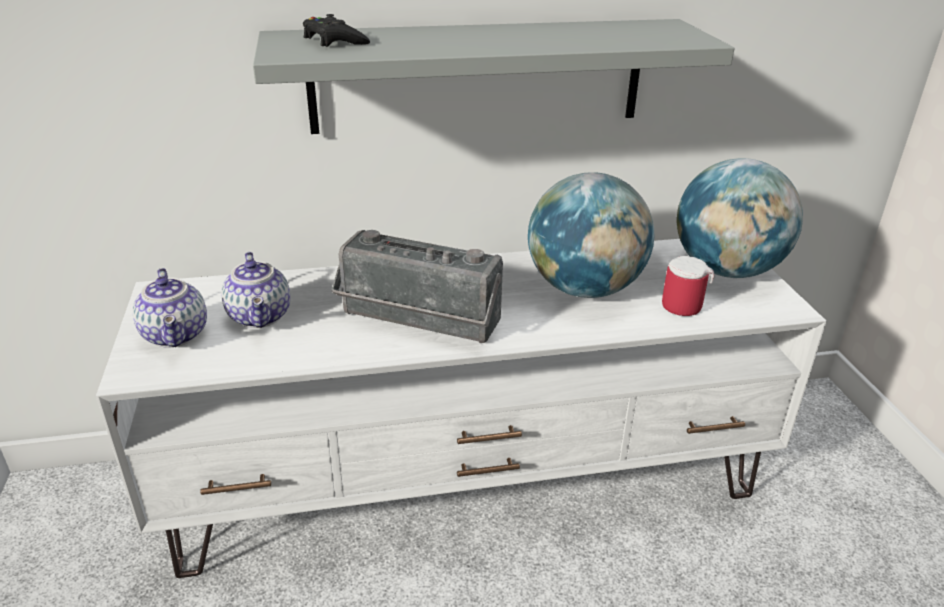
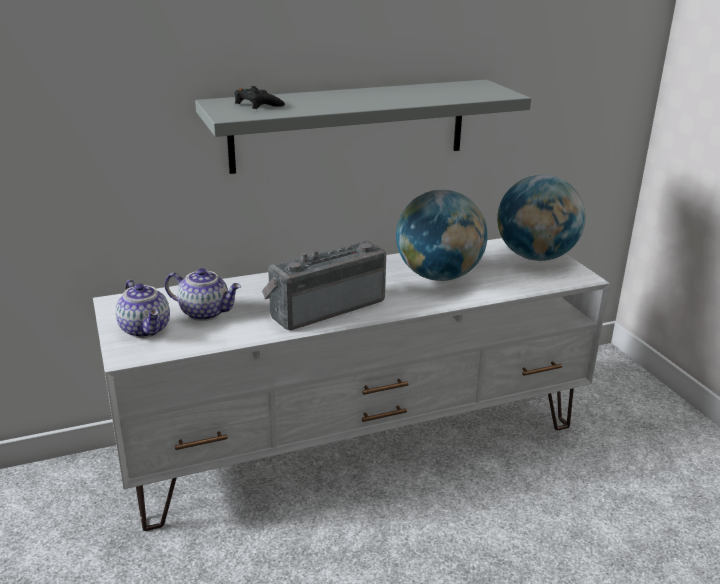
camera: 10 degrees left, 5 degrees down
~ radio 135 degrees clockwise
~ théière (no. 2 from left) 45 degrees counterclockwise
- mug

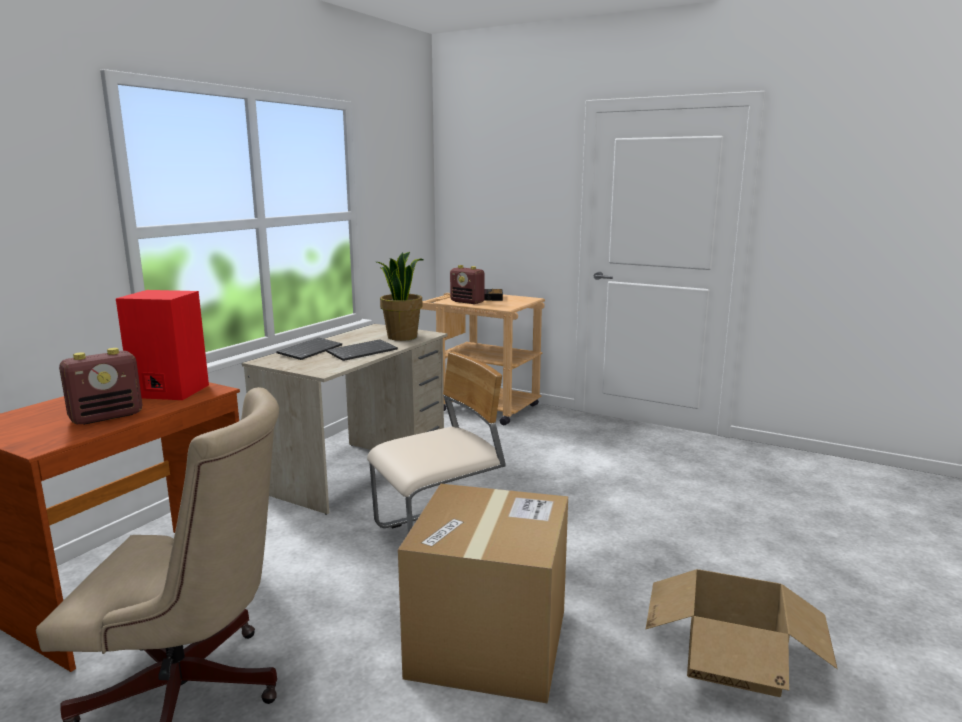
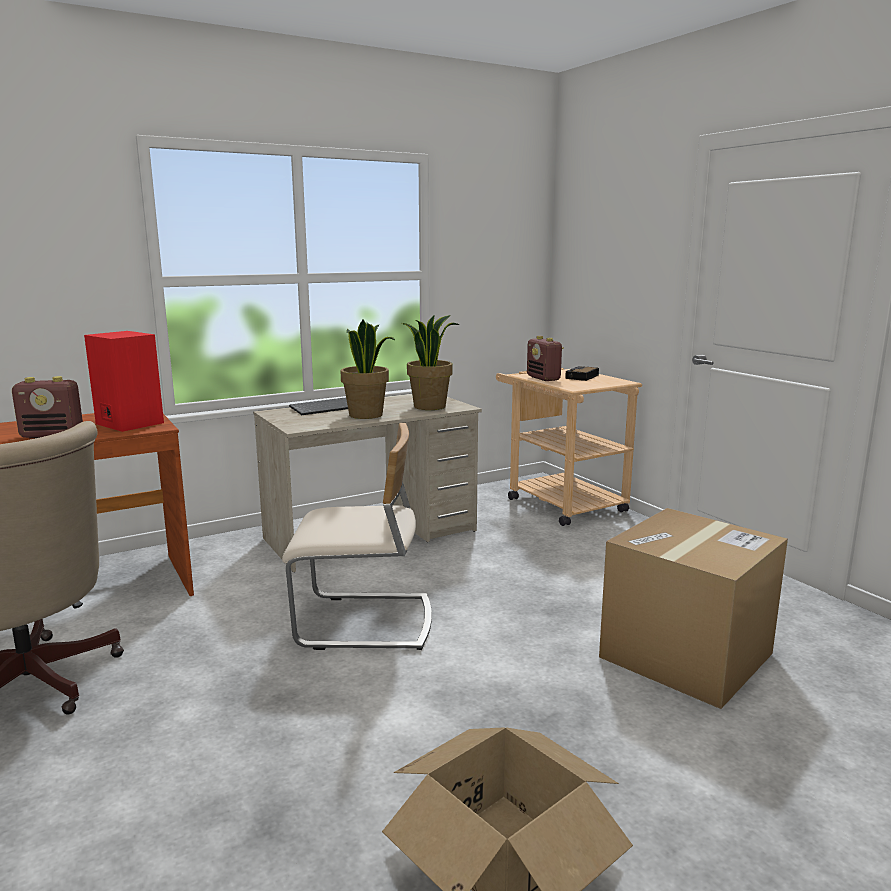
camera: 30 degrees right, 0 degrees up
~ clavier (no. 2 from left) to plante en pot (no. 1 from left)
~ carton (no. 1 from left in the first image) to carton (no. 2 from left)

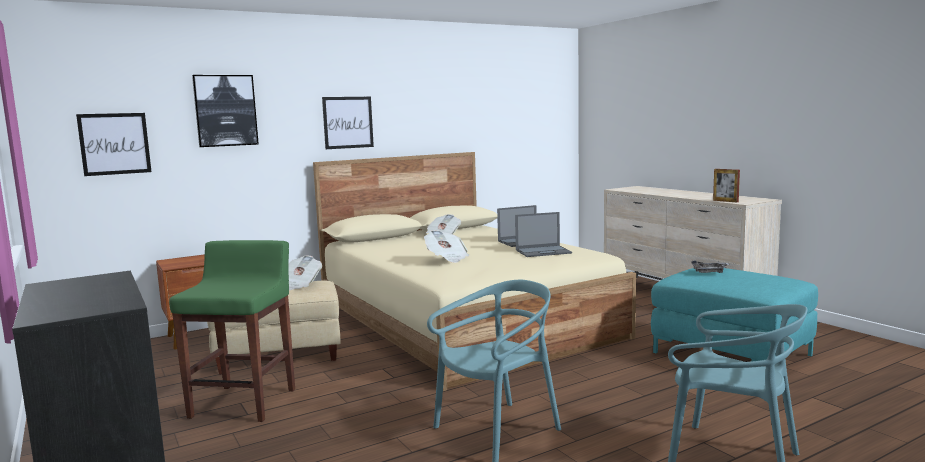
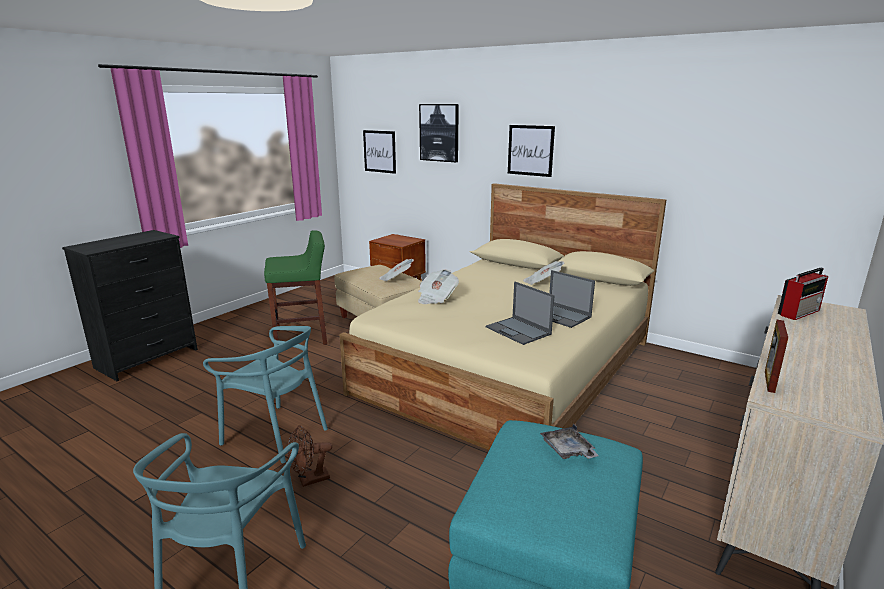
camera: 65 degrees right, 10 degrees up
+ radio
+ ventilateur [marron]

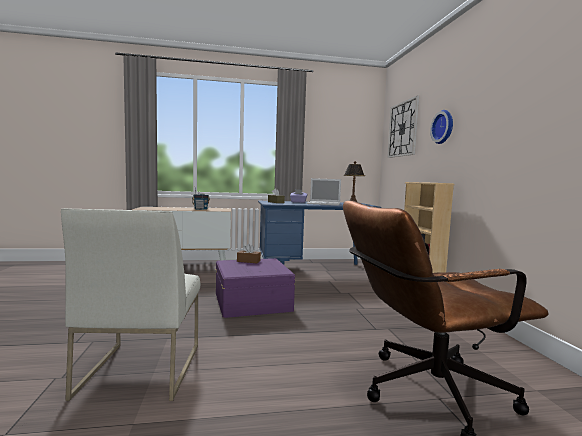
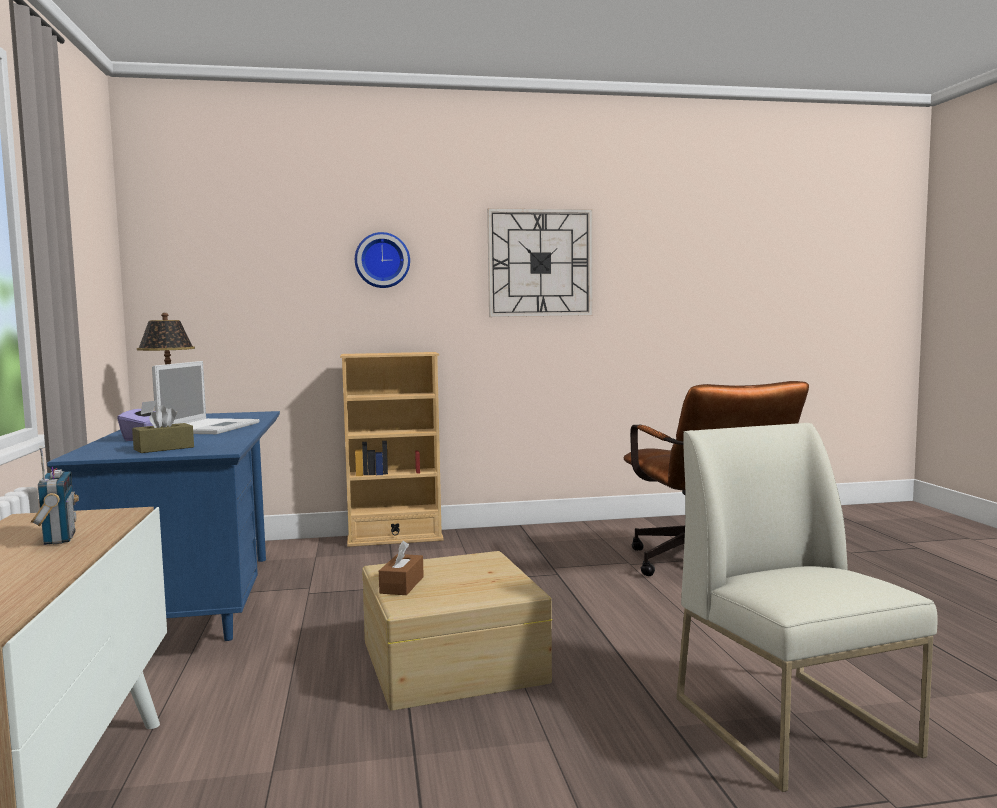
camera: 90 degrees left, 0 degrees up
~ horloge murale (no. 1 from left in the first image) to horloge murale (no. 2 from left)
~ chaise [blanc] 105 degrees counterclockwise
~ boîte de rangement [violet] to boîte de rangement [beige]

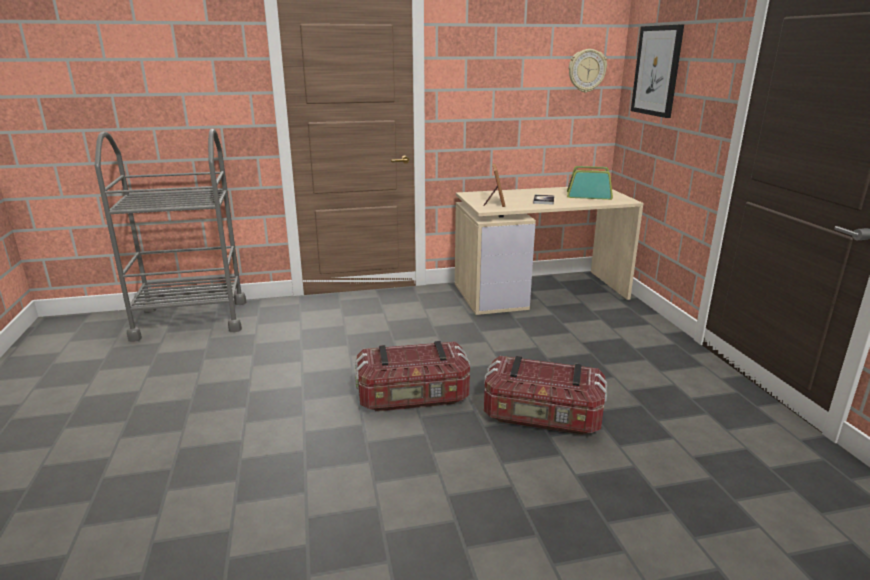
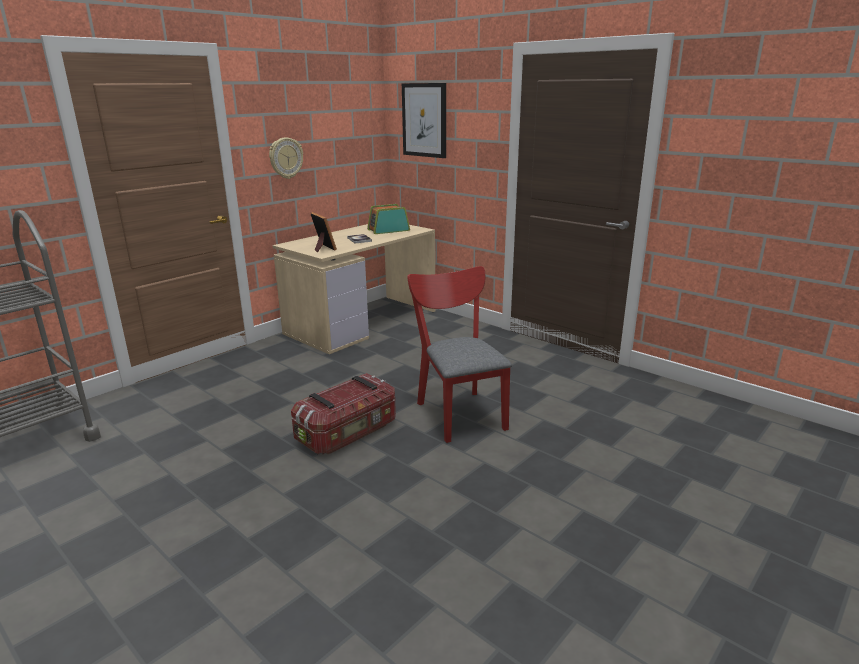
camera: 35 degrees left, 0 degrees up
~ horloge murale
~ boîte de rangement (no. 2 from left) to chaise [rouge]

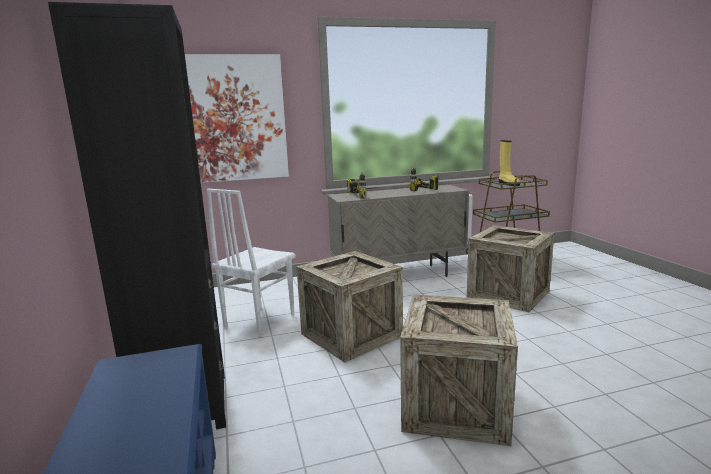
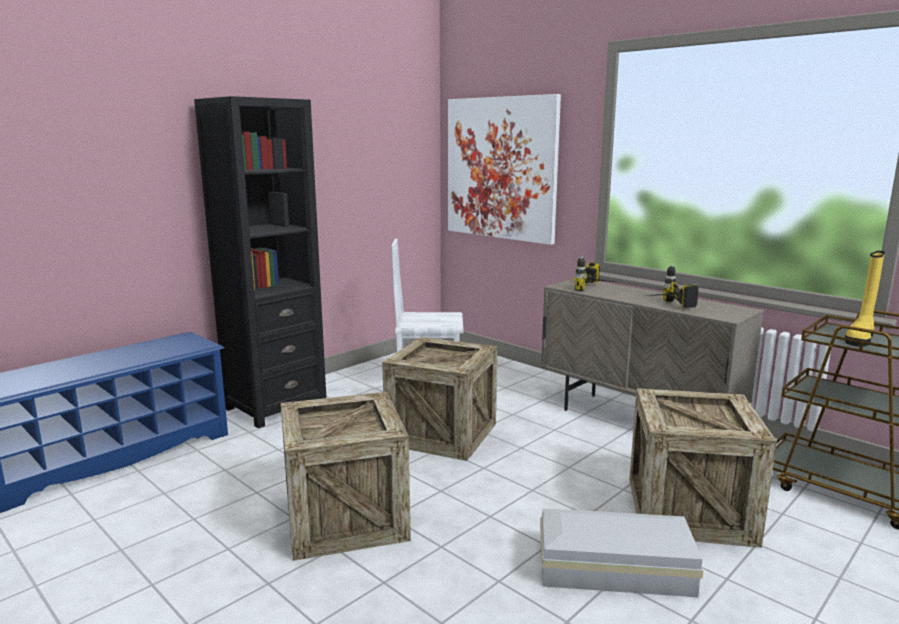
camera: 60 degrees right, 0 degrees up
+ boîte de rangement [blanc]

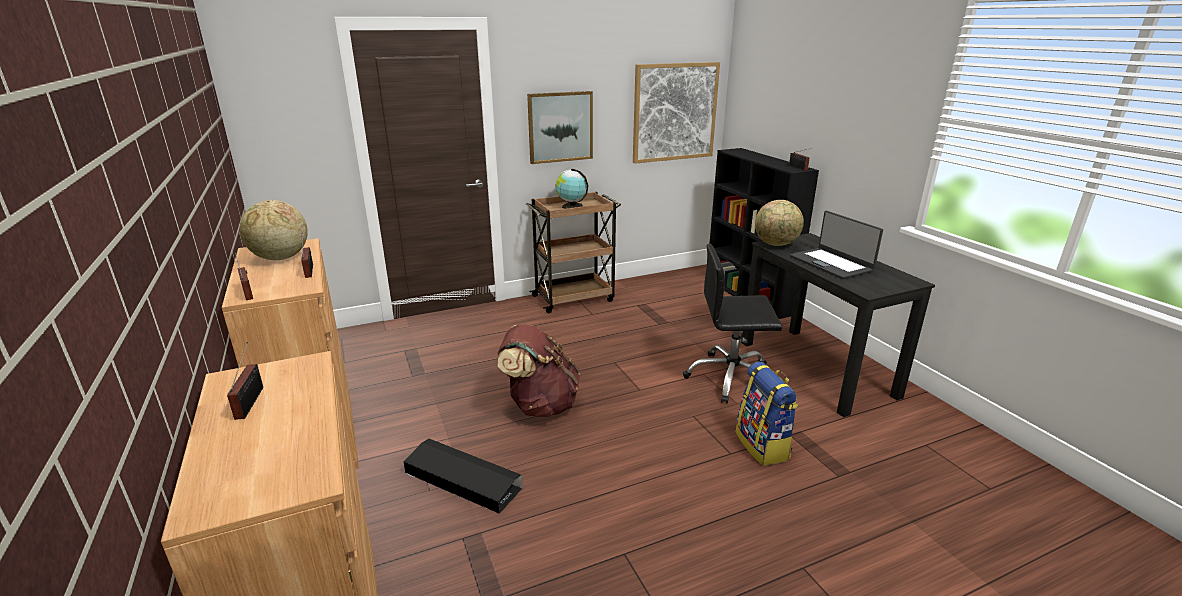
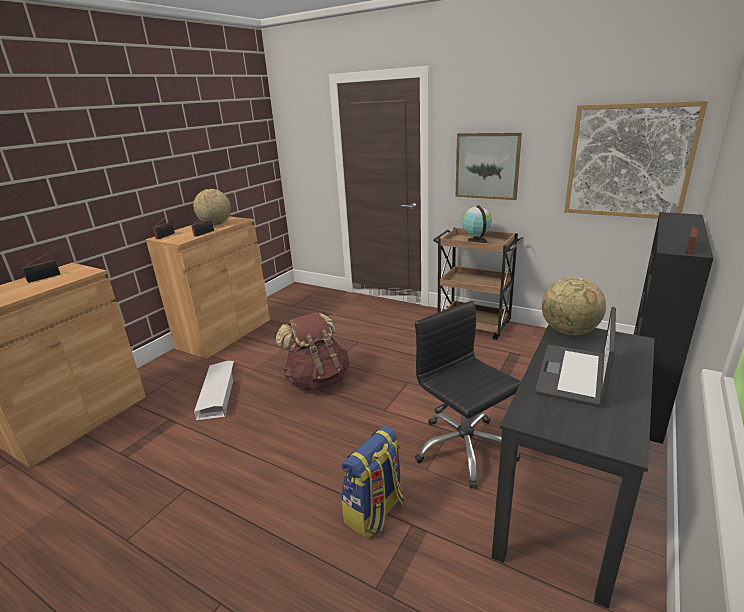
camera: 55 degrees right, 0 degrees up
~ boîte de rangement [noir] to boîte de rangement [blanc]

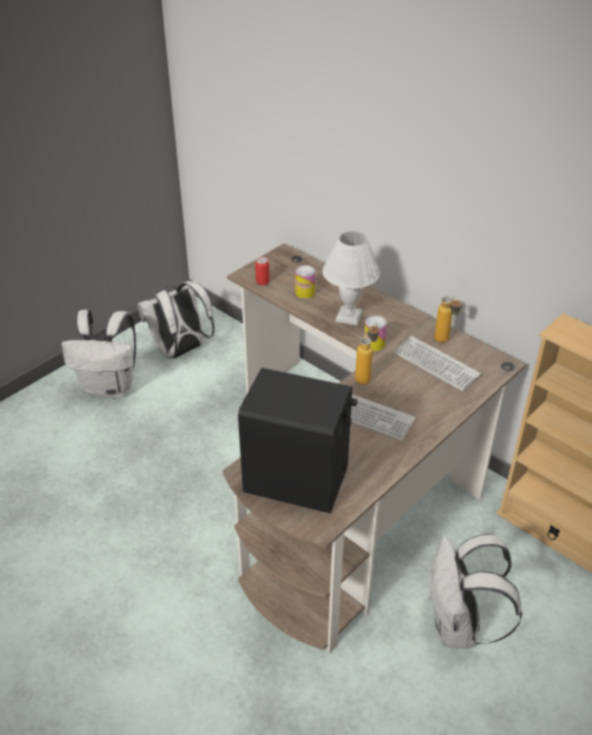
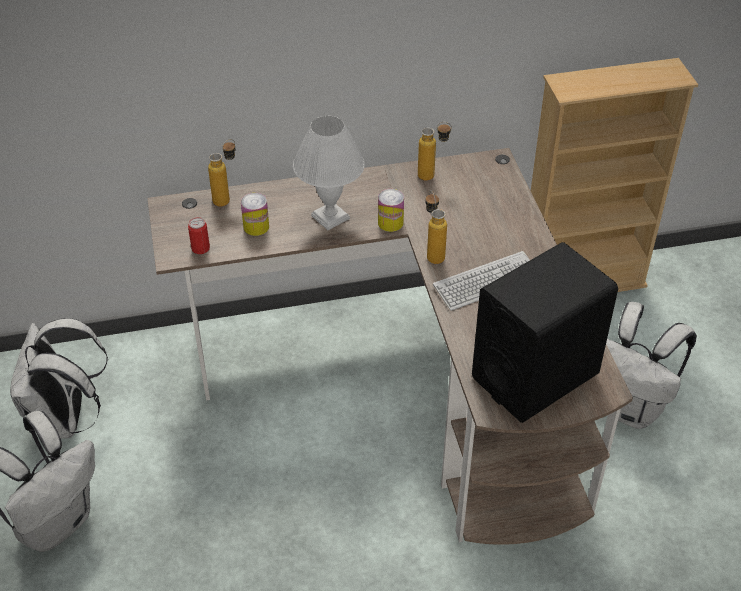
camera: 55 degrees left, 5 degrees up
- clavier (no. 2 from left)
+ bouteille (no. 1 from left)

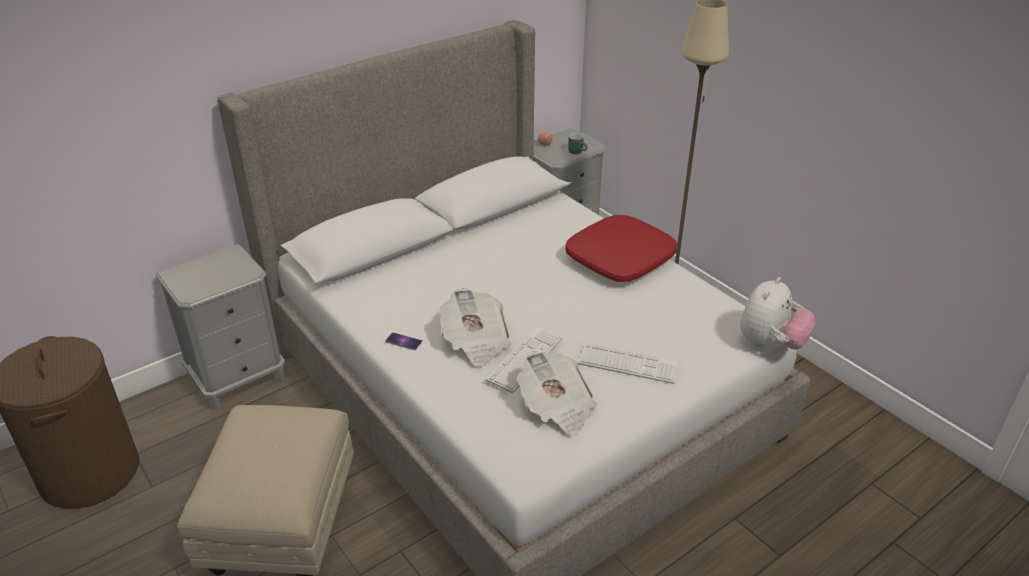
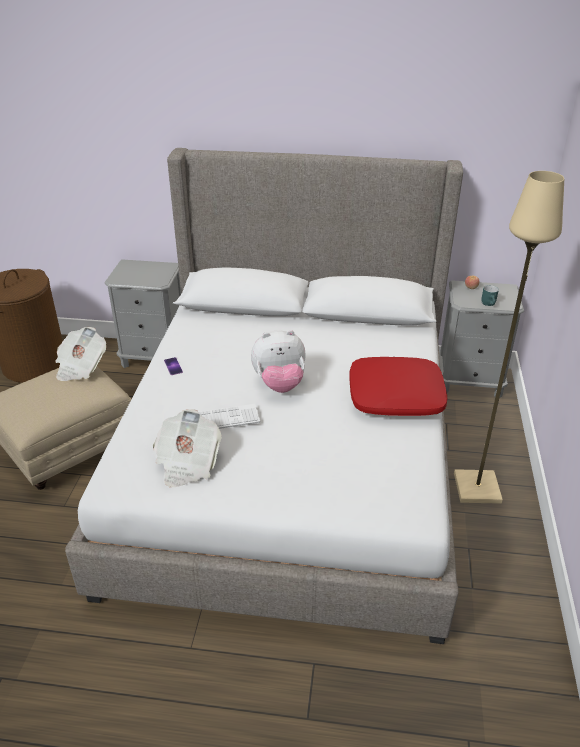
camera: 45 degrees right, 0 degrees up
~ peluche
~ journal (no. 1 from left)
- clavier (no. 2 from left)

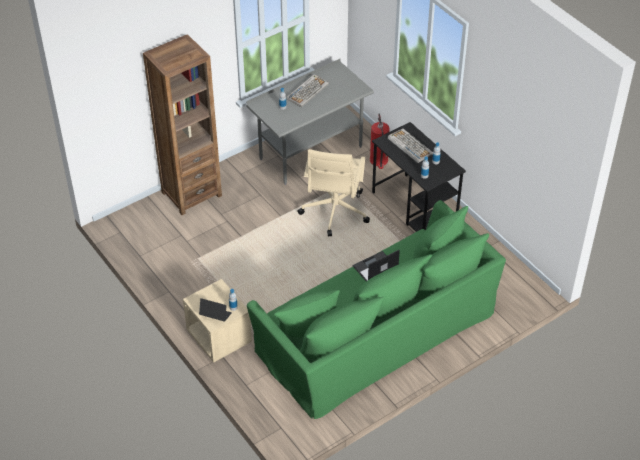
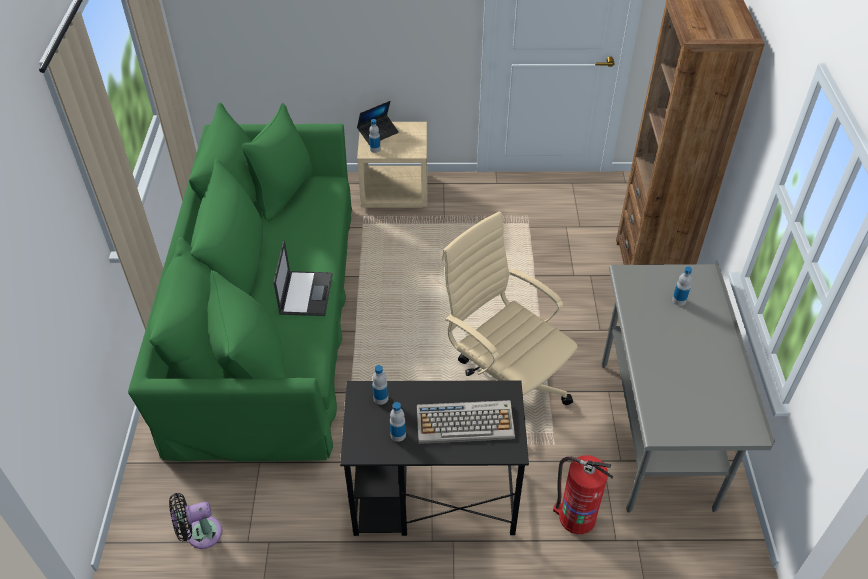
camera: 125 degrees right, 0 degrees up
- clavier (no. 1 from left)
+ ventilateur [noir]

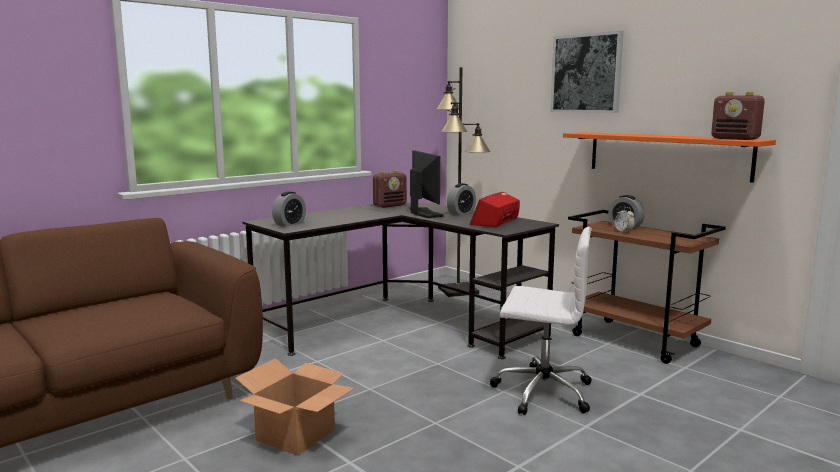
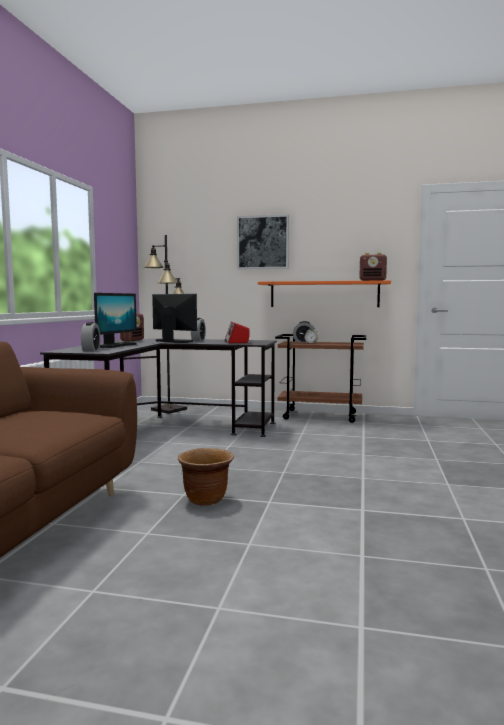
camera: 35 degrees left, 5 degrees down
- chaise de bureau [blanc]
~ carton to cache-pot [marron]
+ écran d'ordinateur (no. 1 from left)

